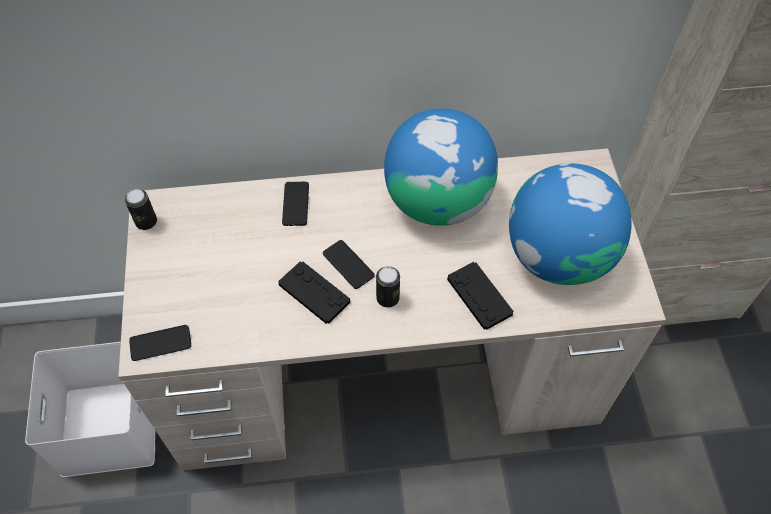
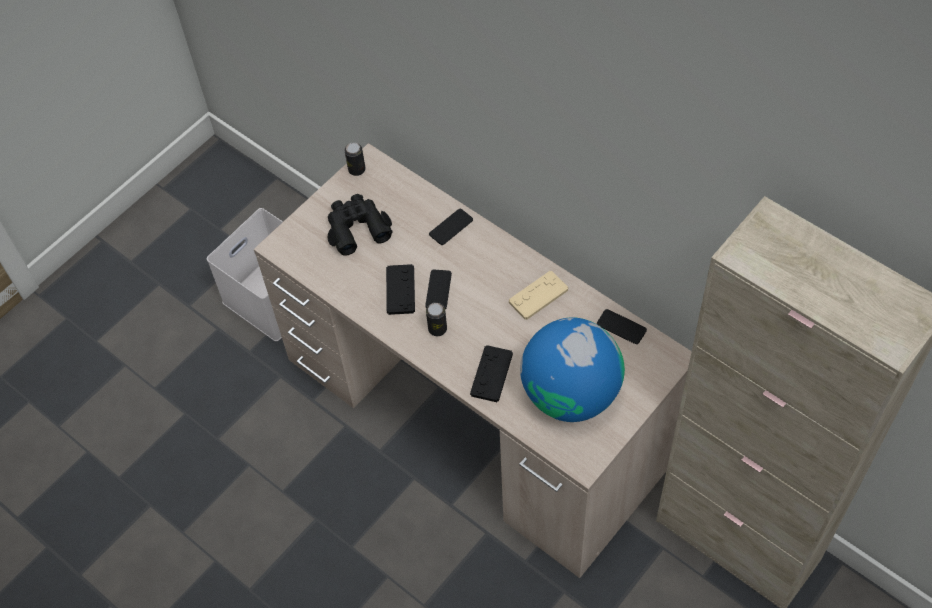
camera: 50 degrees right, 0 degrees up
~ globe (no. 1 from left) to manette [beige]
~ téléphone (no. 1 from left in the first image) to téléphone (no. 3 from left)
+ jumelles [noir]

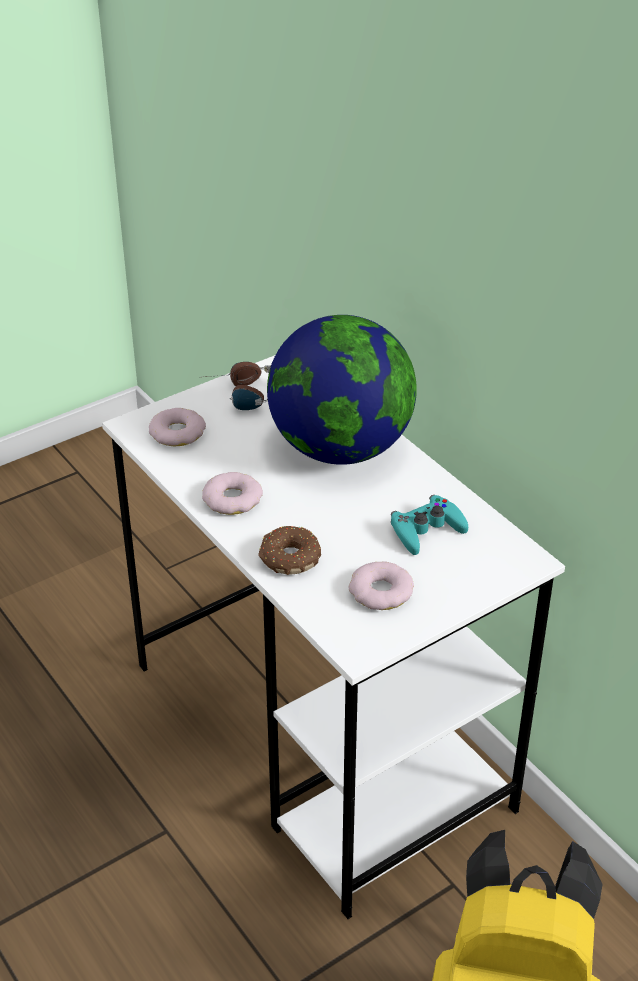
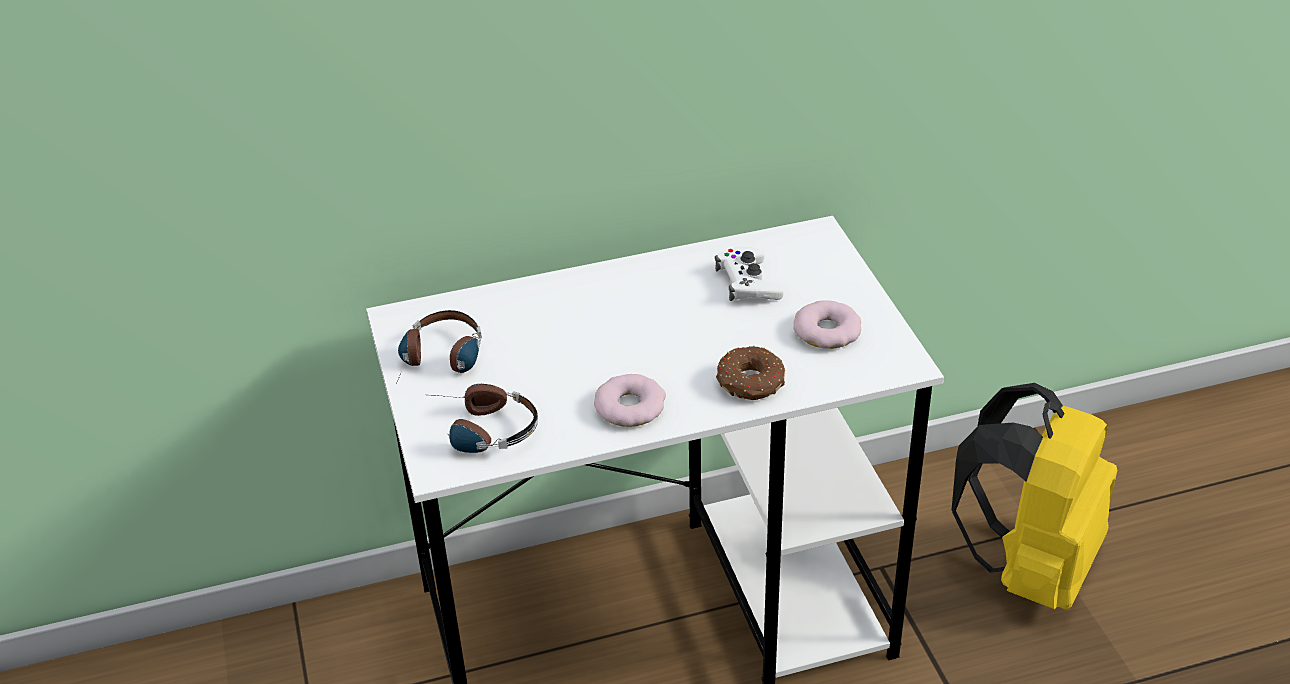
camera: 70 degrees left, 0 degrees up
- globe
~ beignet (no. 1 from left) to casque audio (no. 2 from left)
~ manette [turquoise] to manette [blanc]

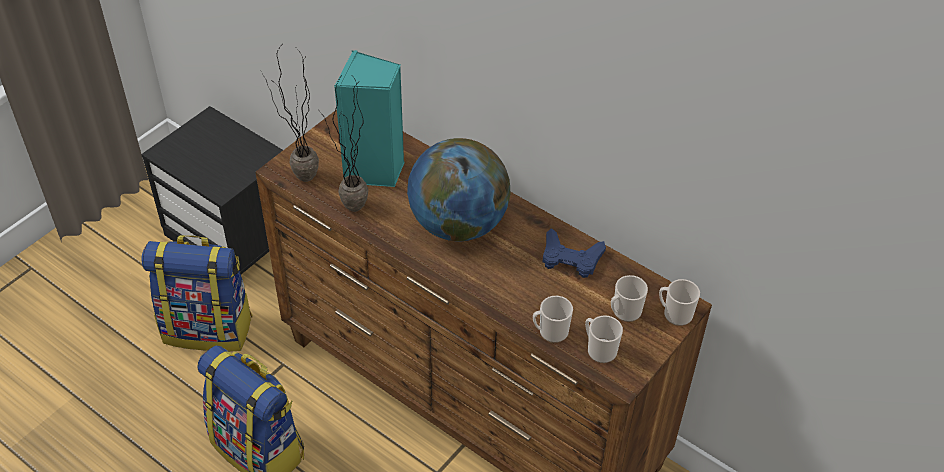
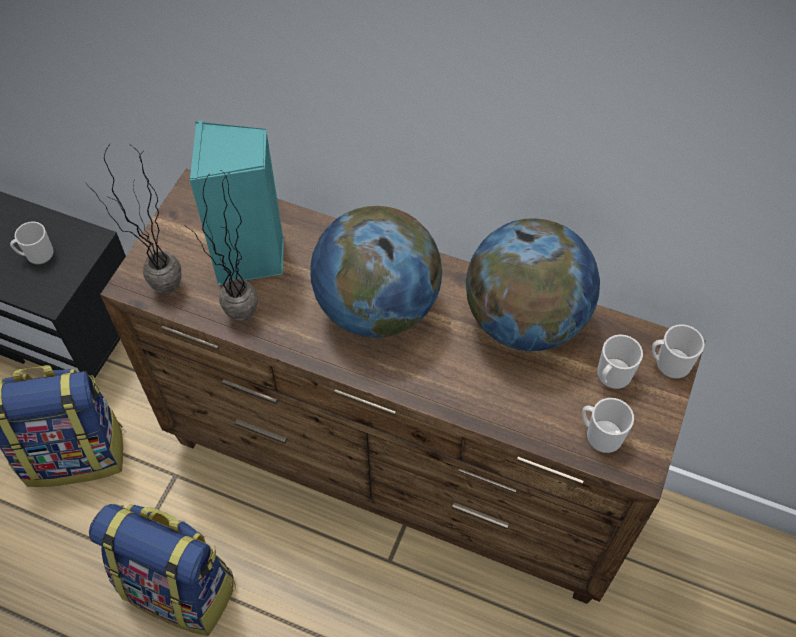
camera: 15 degrees left, 10 degrees up
~ manette [bleu] to globe (no. 2 from left)
~ mug (no. 1 from left)

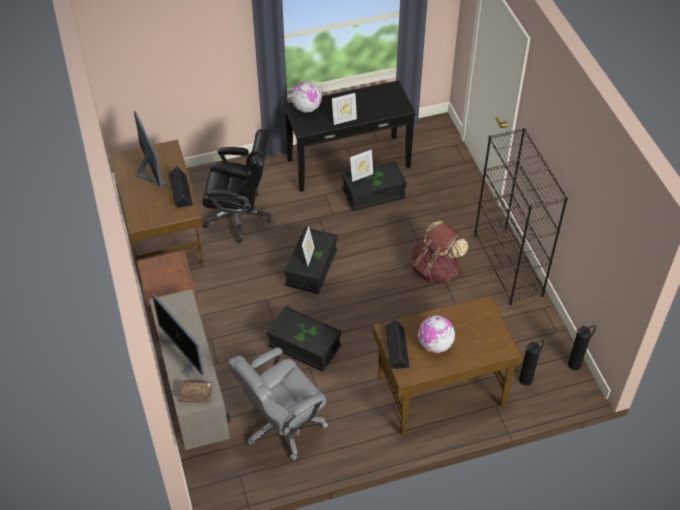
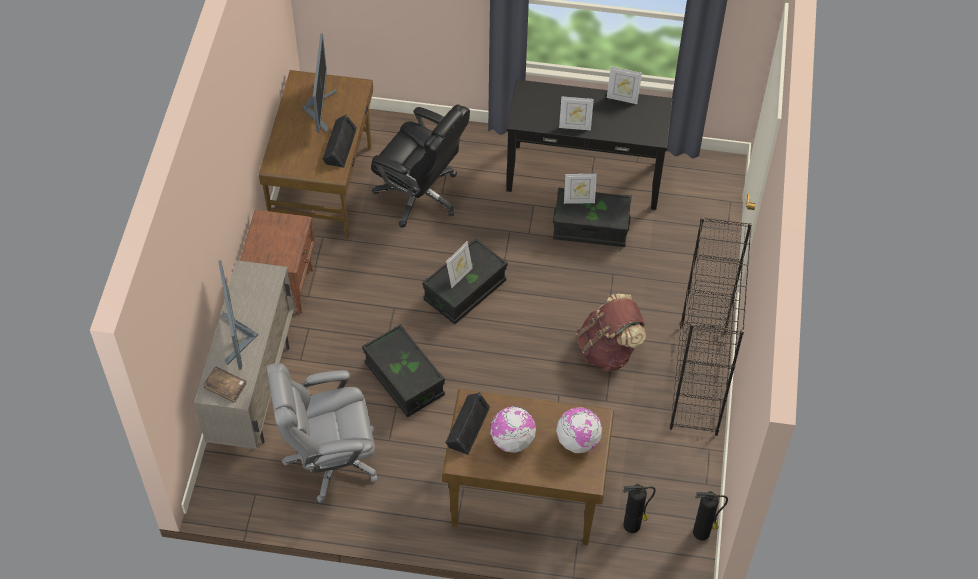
camera: 25 degrees right, 5 degrees up
~ globe (no. 1 from left in the first image) to globe (no. 2 from left)
+ cadre photo (no. 4 from left)

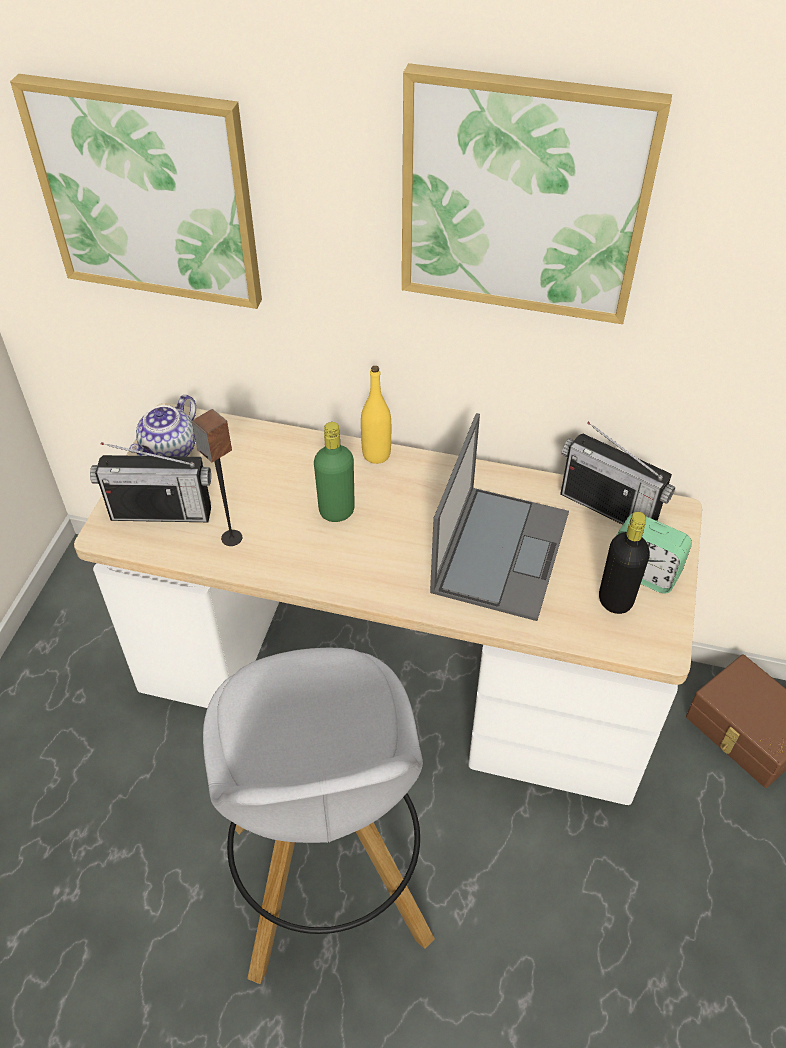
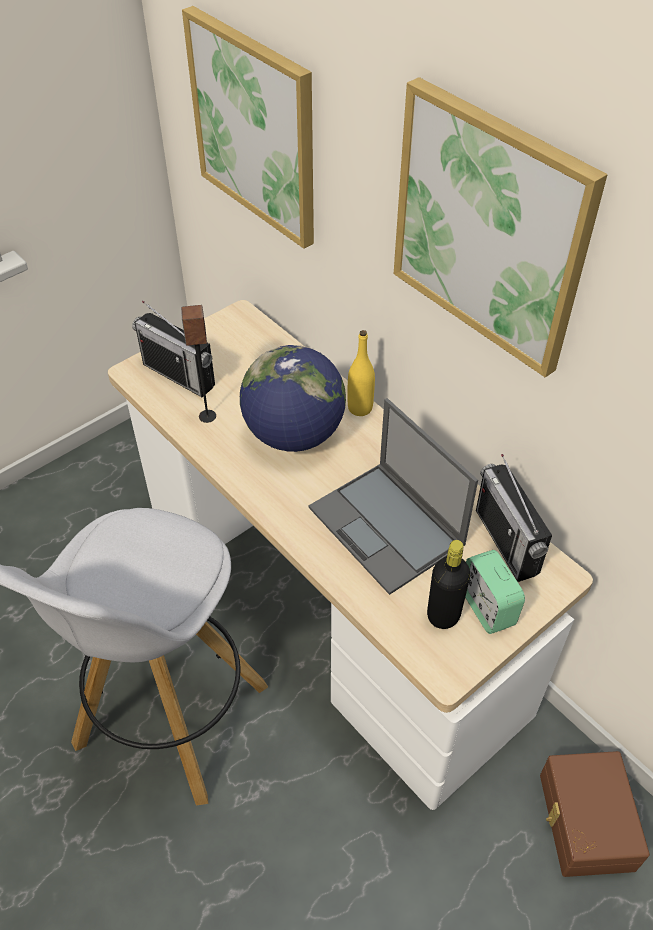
camera: 35 degrees right, 0 degrees up
- théière
~ ordinateur portable 90 degrees clockwise
~ bouteille [vert] to globe

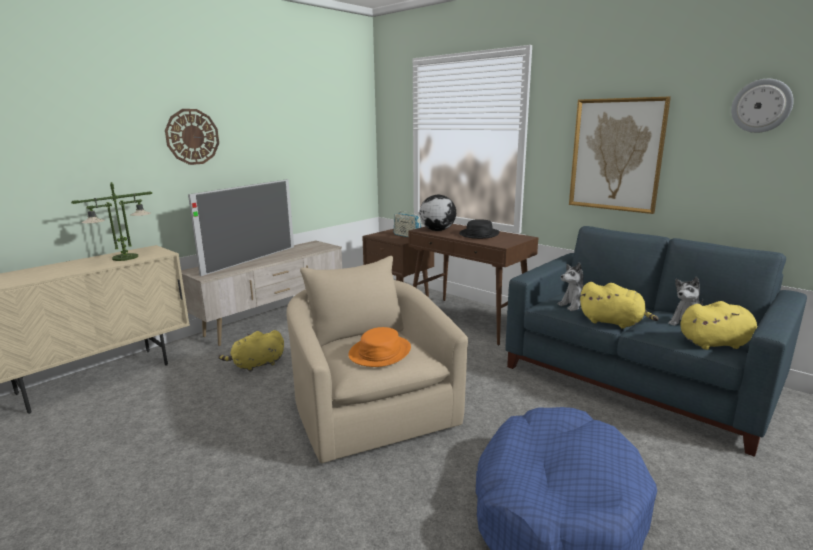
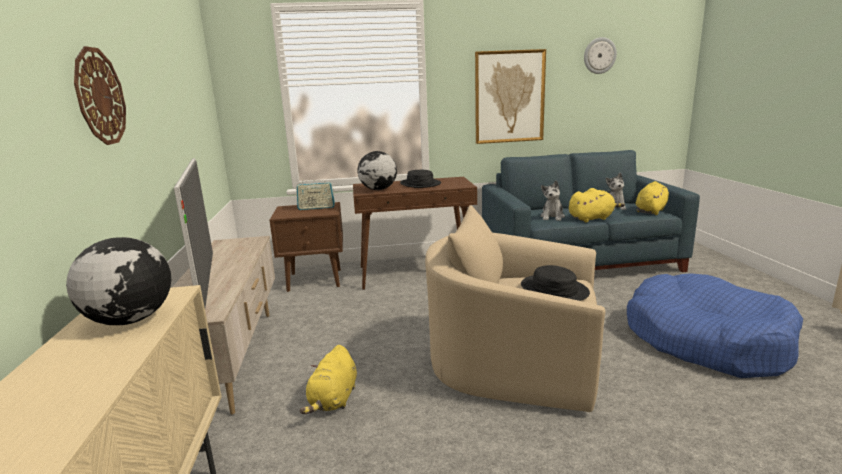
camera: 50 degrees left, 0 degrees up
~ lampe de table to globe (no. 1 from left)
~ chapeau [orange] to chapeau [noir] (no. 2 from left)

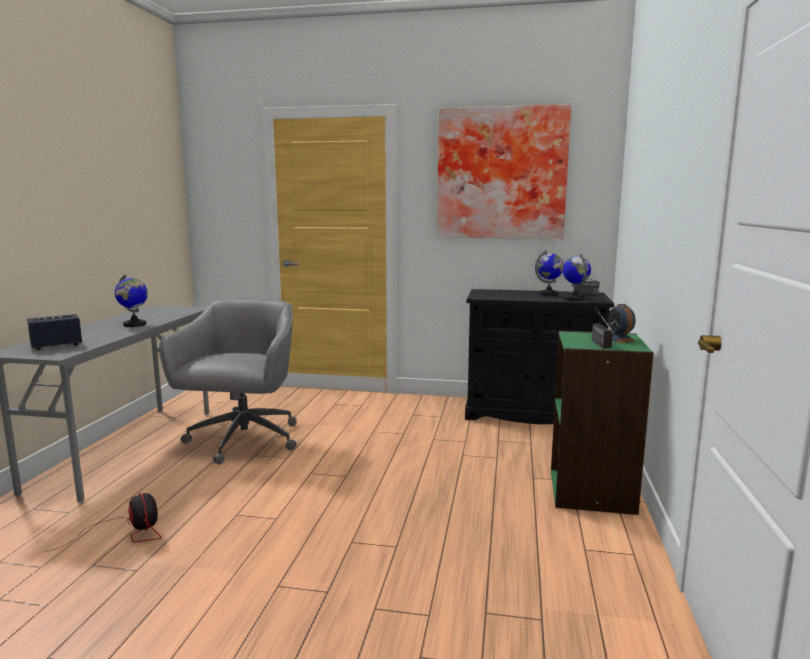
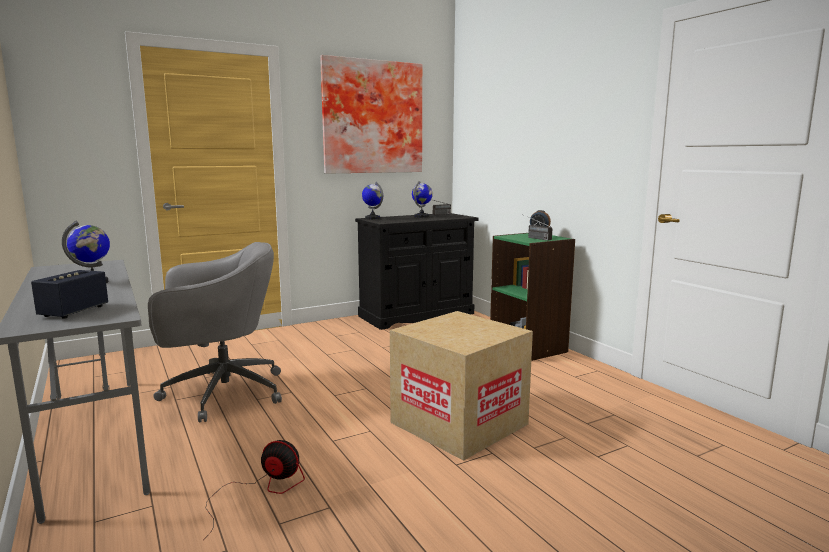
camera: 40 degrees left, 0 degrees up
~ globe (no. 3 from left in the first image) to globe (no. 2 from left)
~ chaise de bureau [gris] 105 degrees clockwise
+ carton

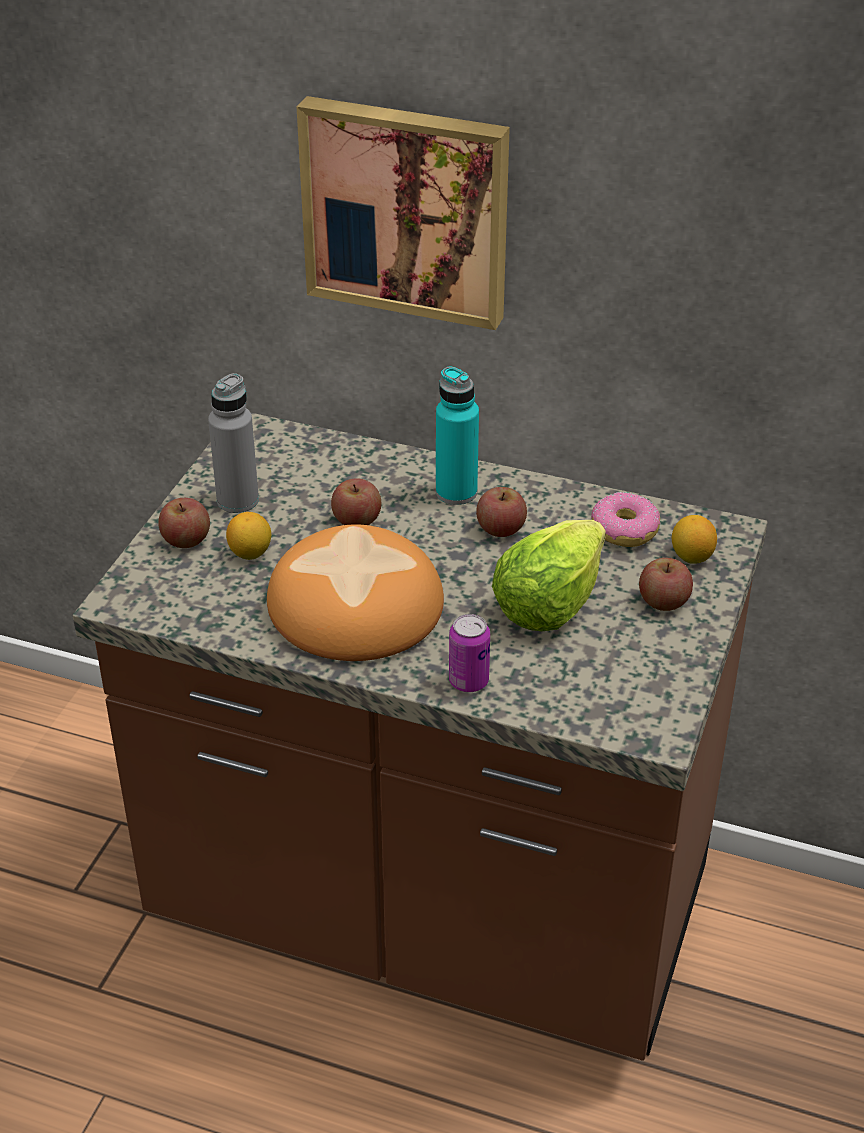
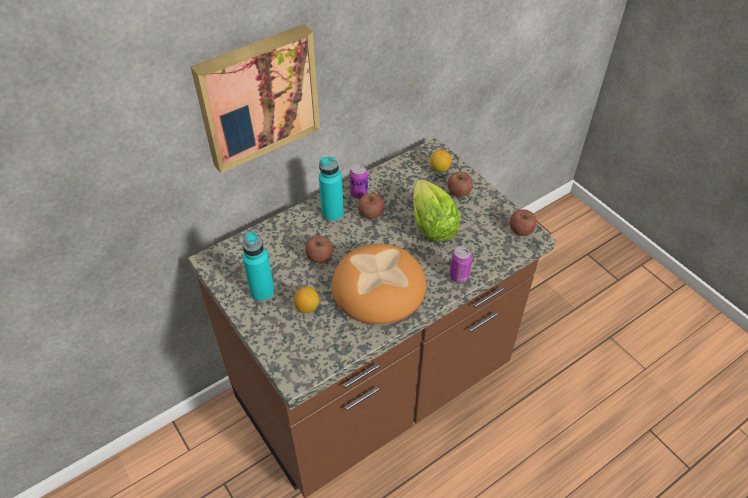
camera: 55 degrees left, 10 degrees up
~ bouteille [gris] to bouteille [turquoise] (no. 1 from left)
- beignet
~ pomme (no. 1 from left in the first image) to pomme (no. 4 from left)
+ boîte métallique (no. 1 from left)

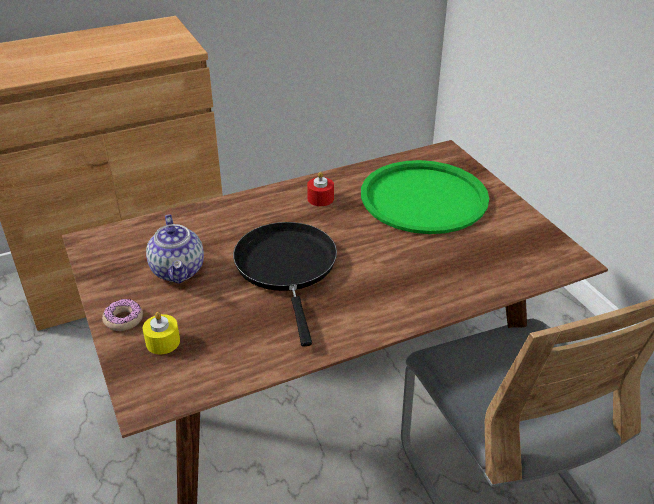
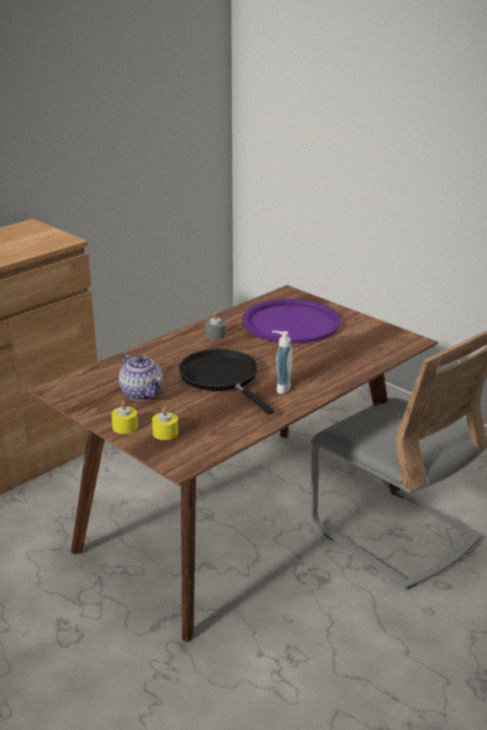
camera: 20 degrees left, 10 degrees down
~ plateau [vert] to plateau [violet]
~ bougie [rouge] to bougie [gris]
~ beignet to bougie [jaune] (no. 1 from left)
+ distributeur de savon

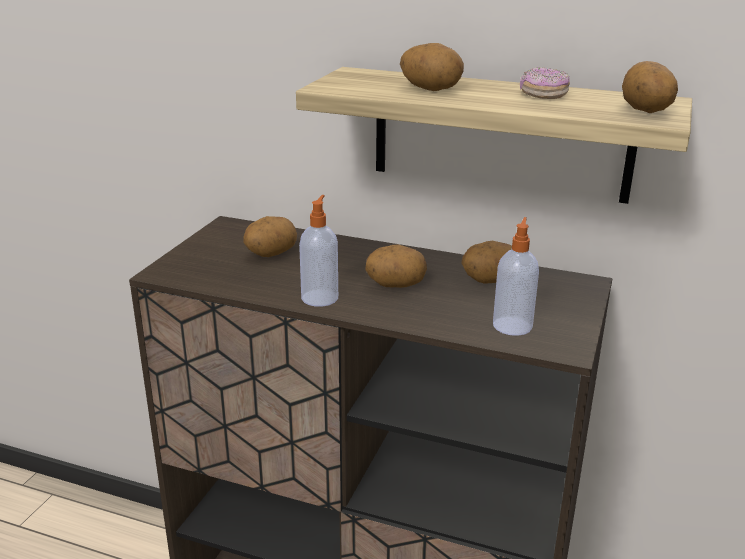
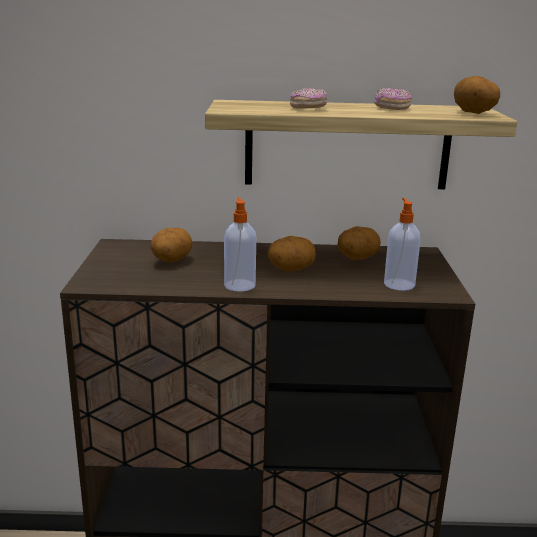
camera: 20 degrees left, 5 degrees down
~ pomme de terre (no. 3 from left) to beignet (no. 1 from left)

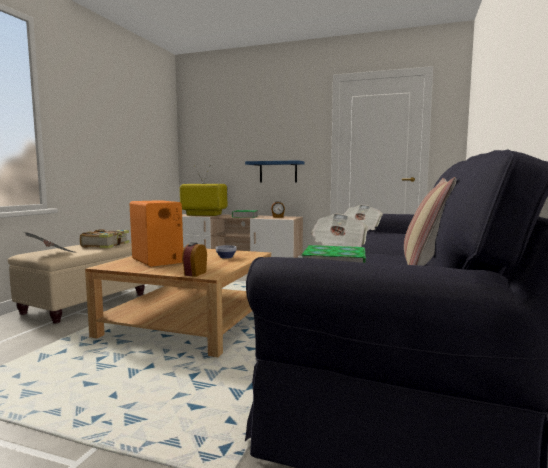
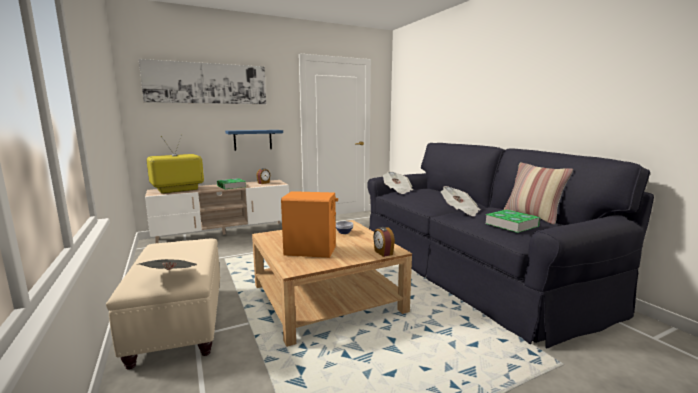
camera: 45 degrees left, 5 degrees up
- livre (no. 1 from left)
+ tableau

